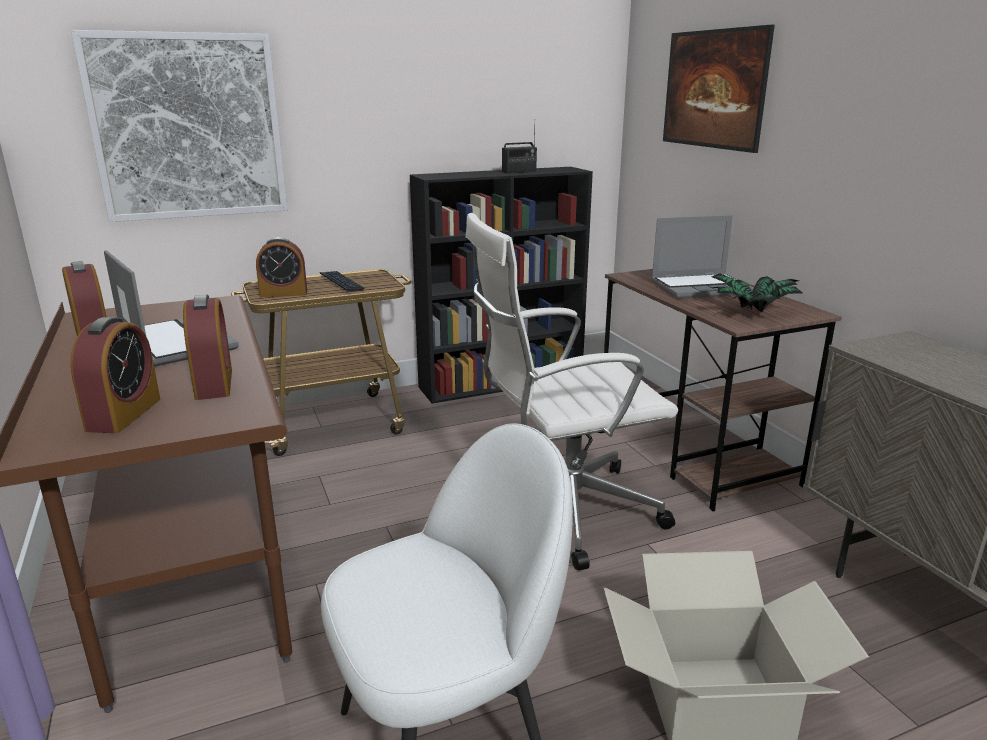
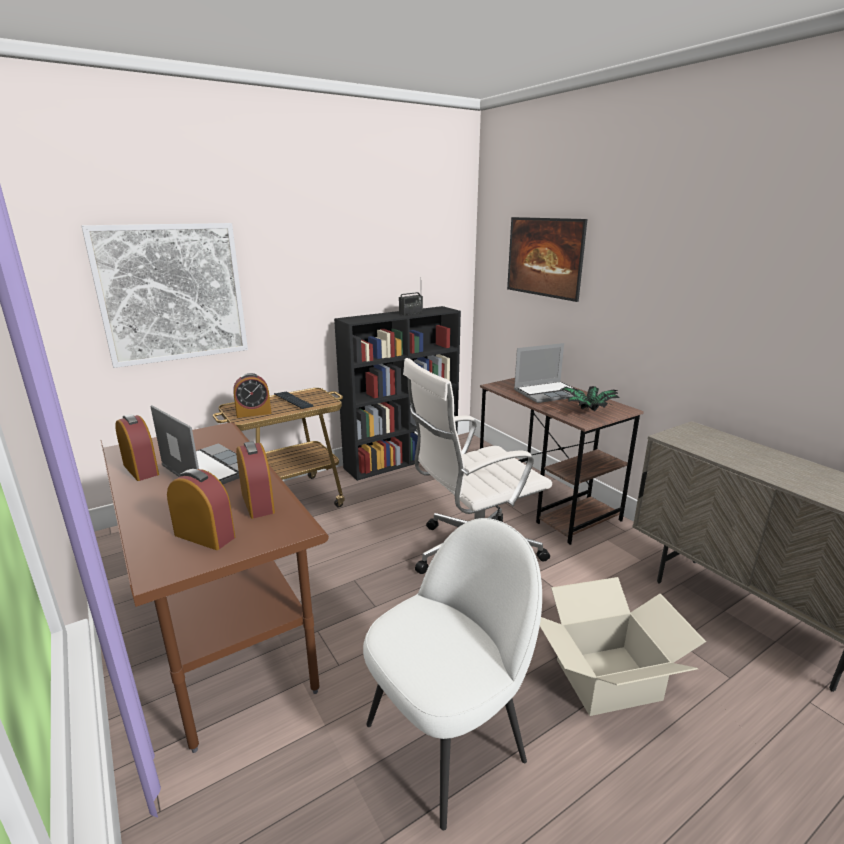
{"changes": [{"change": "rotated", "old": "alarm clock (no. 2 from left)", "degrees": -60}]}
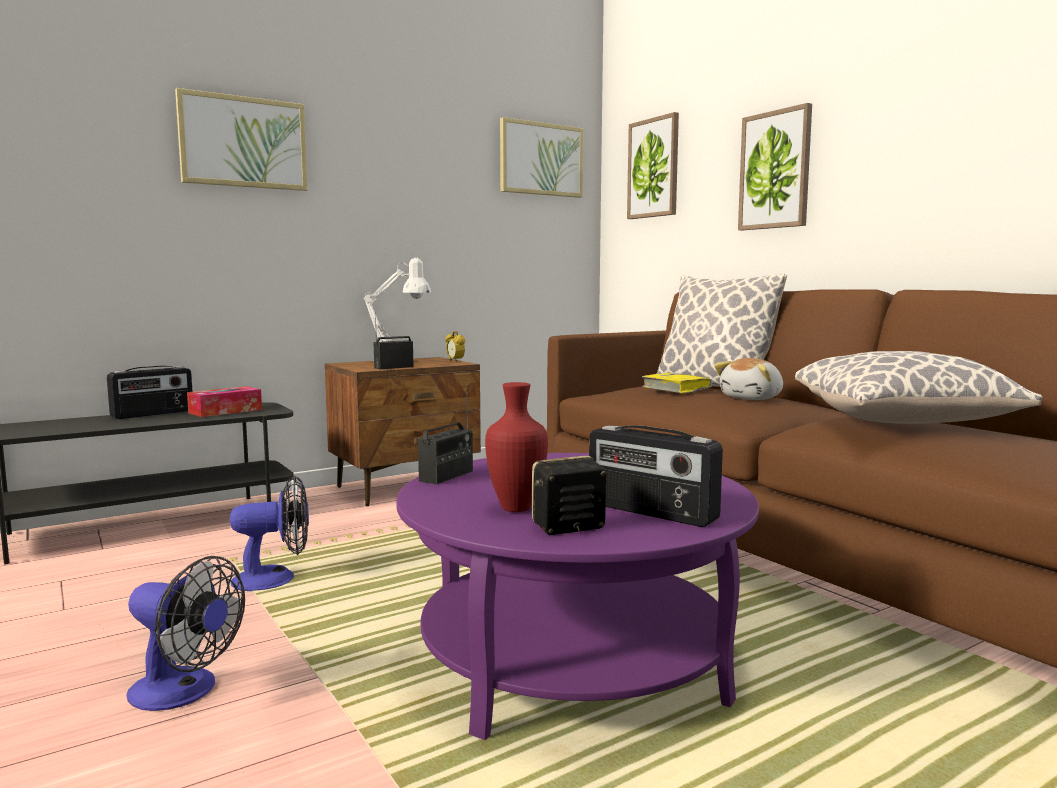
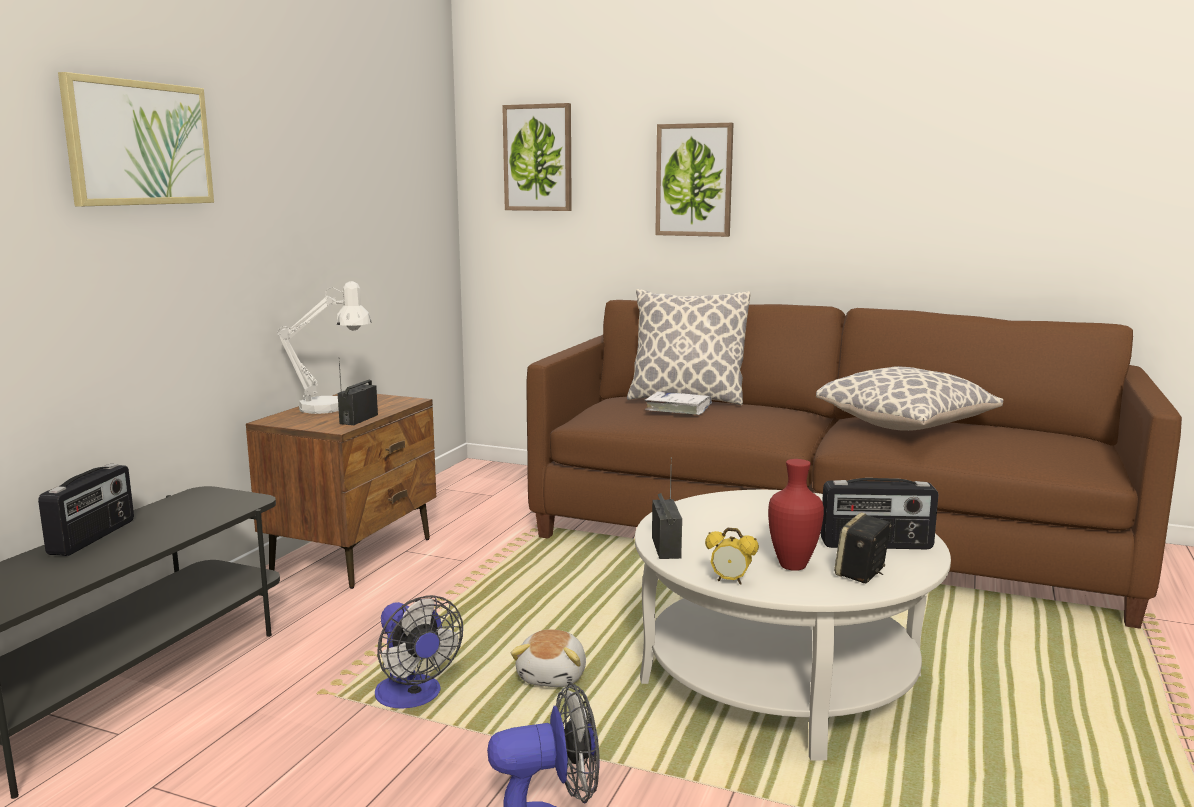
{"changes": [{"change": "gone", "old": "tissue box"}, {"change": "gone", "old": "picture (no. 2 from left)"}, {"change": "shifted", "old": "alarm clock"}, {"change": "shifted", "old": "plush toy"}, {"change": "repainted", "old": "coffee table (purple)", "new": "coffee table (white)"}, {"change": "repainted", "old": "book (yellow)", "new": "book (white)"}, {"change": "rotated", "old": "fan (no. 2 from left in the first image)", "degrees": 105}]}
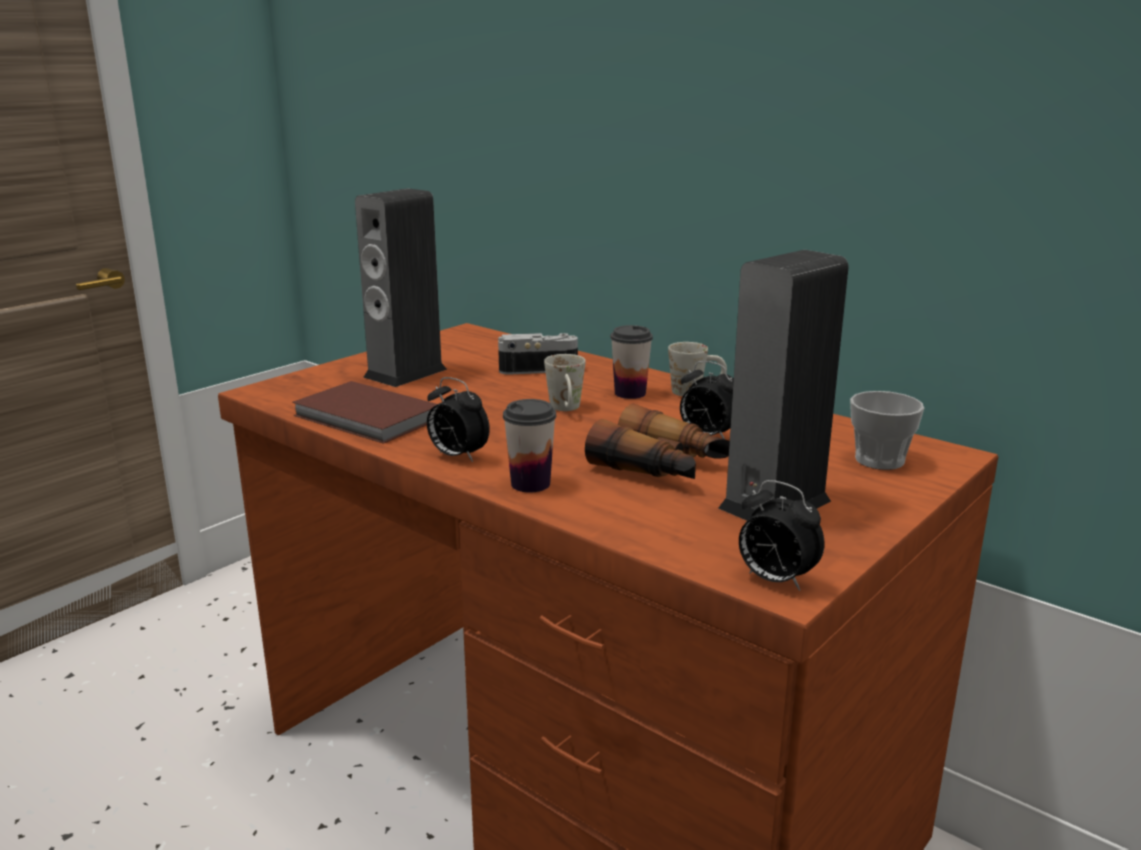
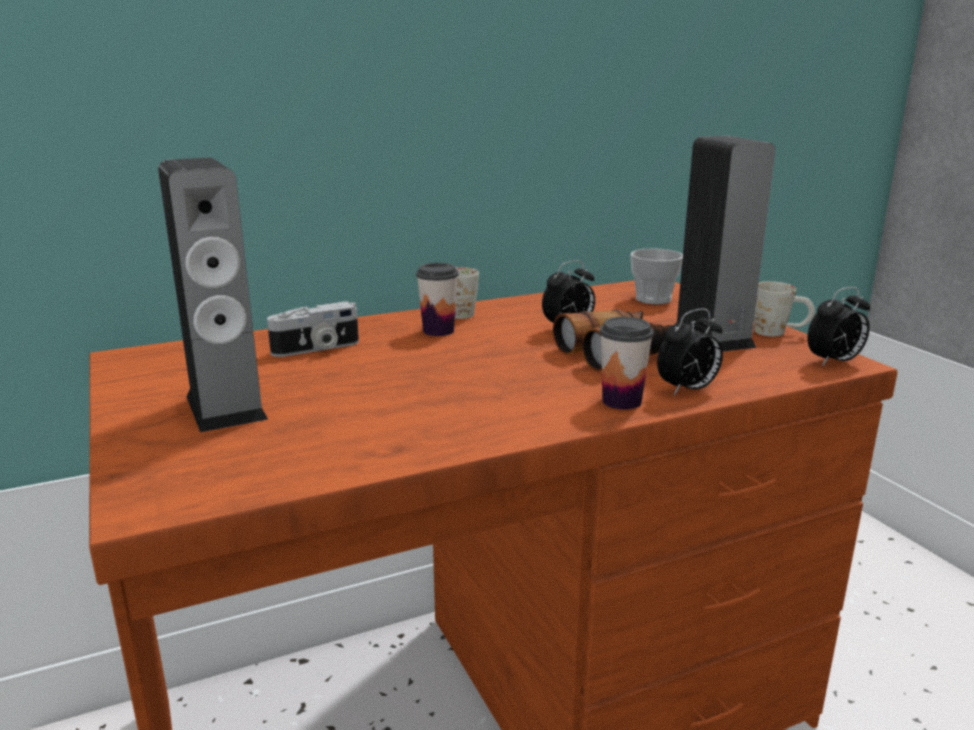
{"changes": [{"change": "gone", "old": "book (brown)"}, {"change": "shifted", "old": "alarm clock (no. 1 from left in the first image)", "new": "alarm clock (no. 2 from left)"}, {"change": "shifted", "old": "mug (white) (no. 1 from left in the first image)", "new": "mug (white) (no. 2 from left)"}, {"change": "rotated", "old": "photo camera", "degrees": -135}]}
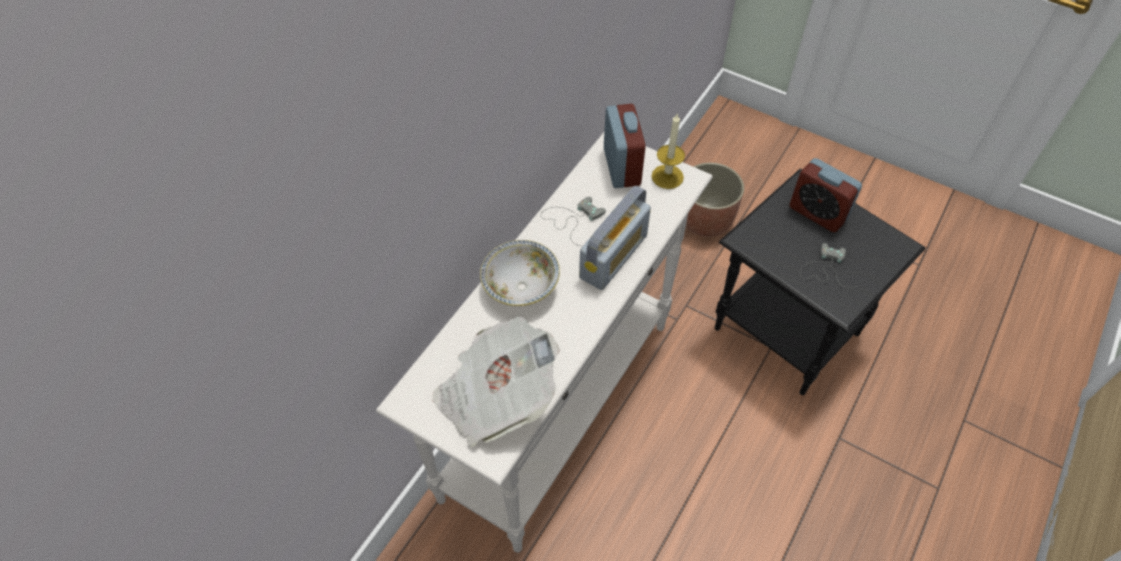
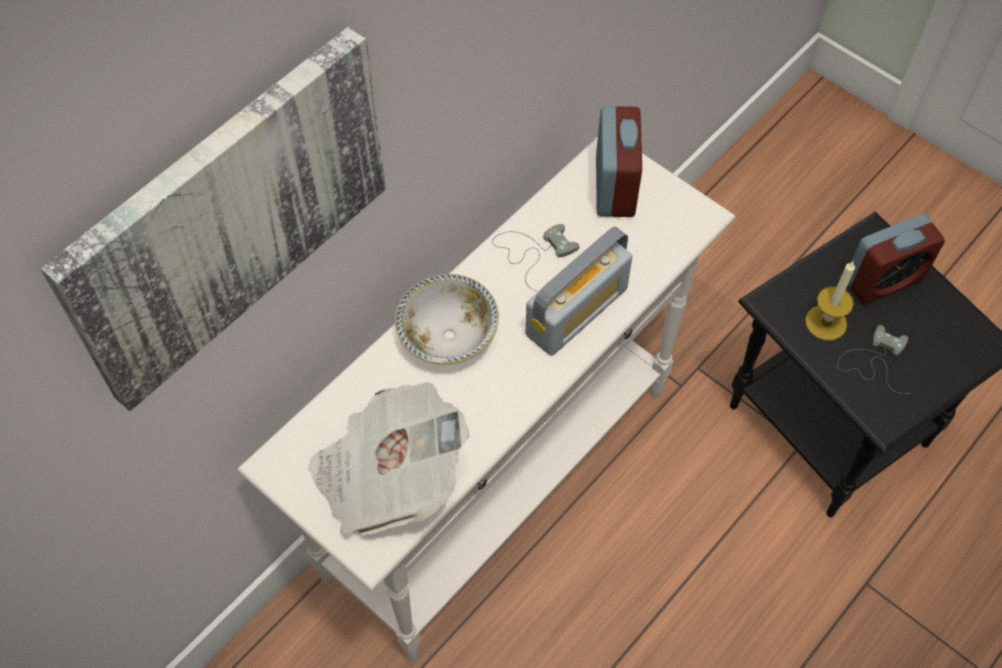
{"changes": [{"change": "gone", "old": "planter"}, {"change": "new", "new": "picture"}, {"change": "shifted", "old": "candle"}, {"change": "rotated", "old": "alarm clock (no. 2 from left)", "degrees": -75}]}
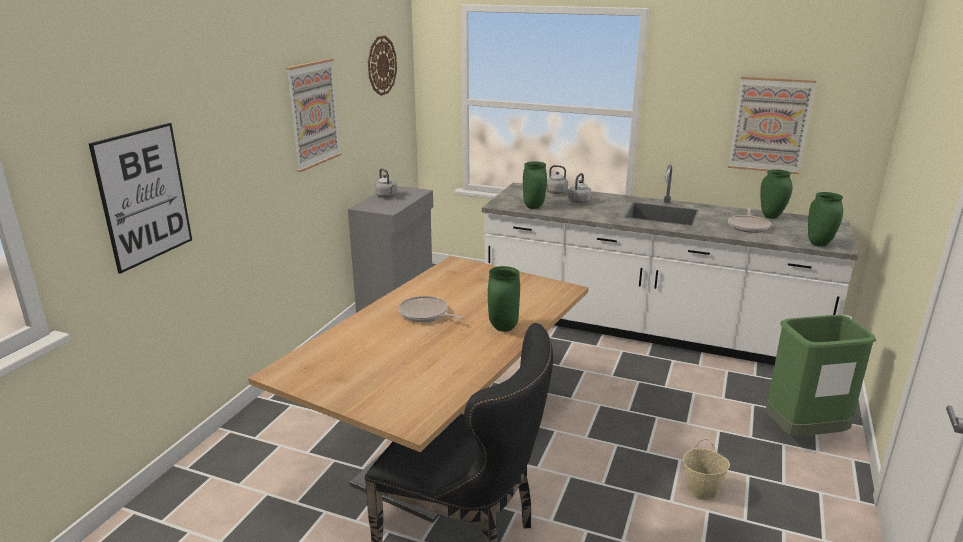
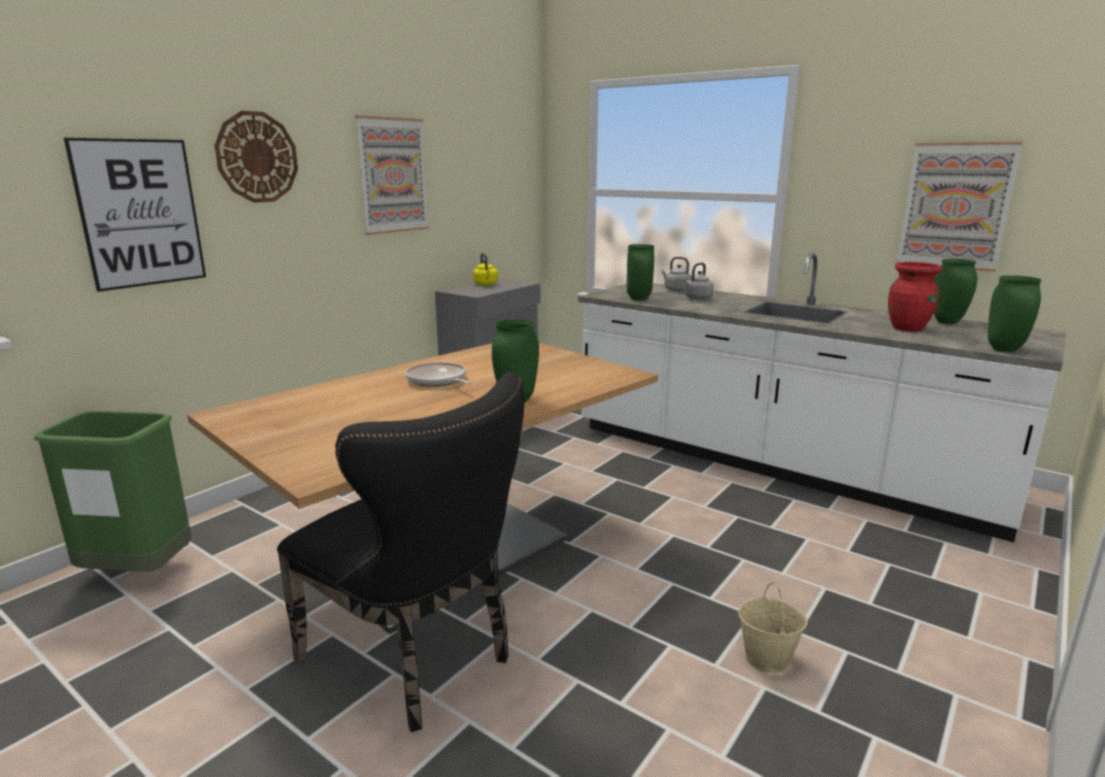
{"changes": [{"change": "shifted", "old": "wall clock"}, {"change": "shifted", "old": "trash can (green)"}, {"change": "swapped", "old": "frying pan (no. 2 from left)", "new": "vase (red)"}, {"change": "repainted", "old": "kettle (grey) (no. 1 from left)", "new": "kettle (yellow)"}]}
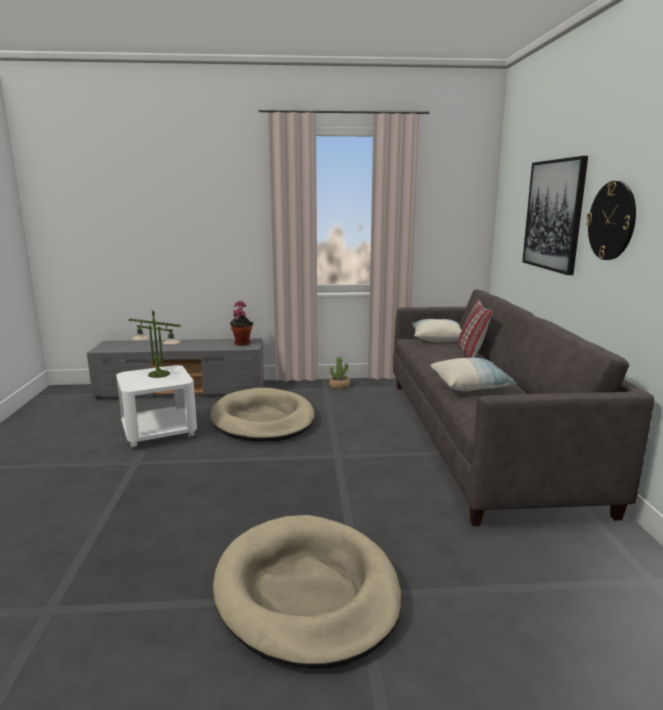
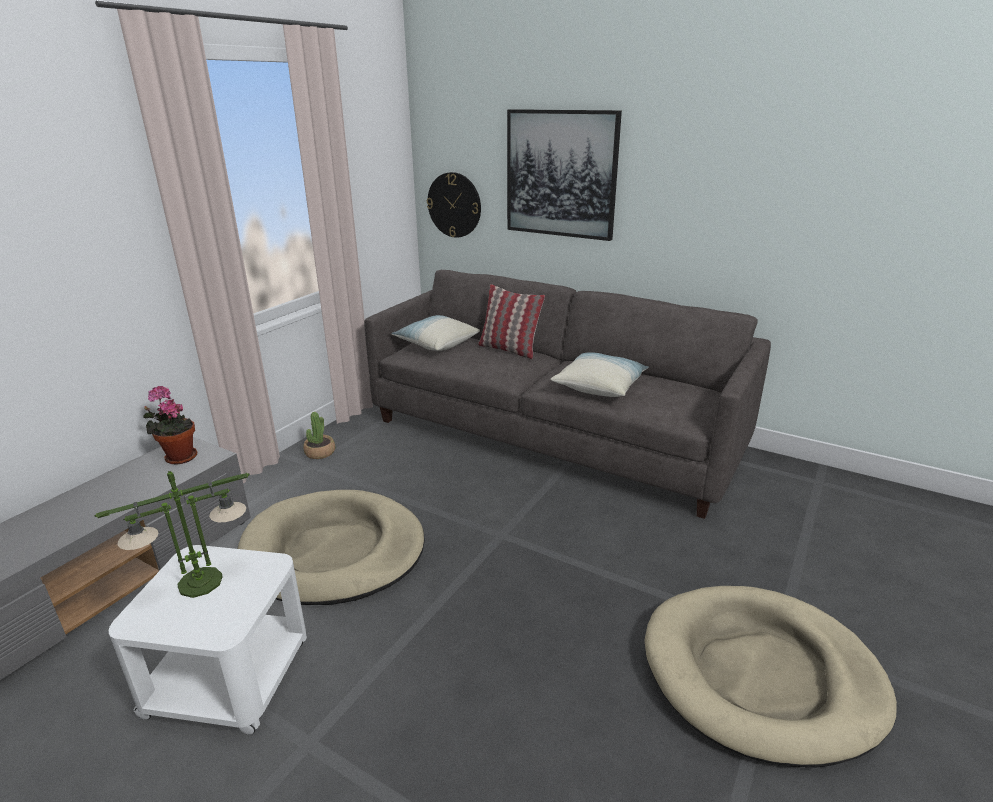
{"changes": [{"change": "shifted", "old": "wall clock"}]}
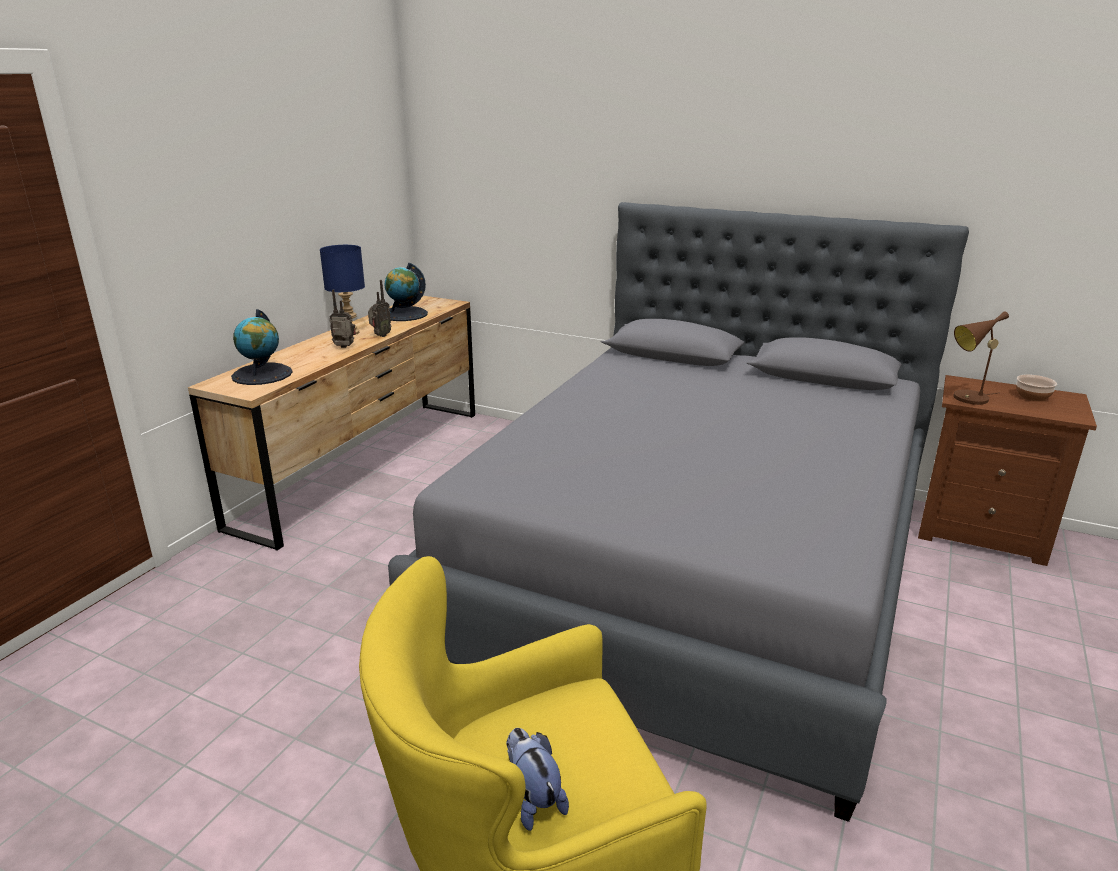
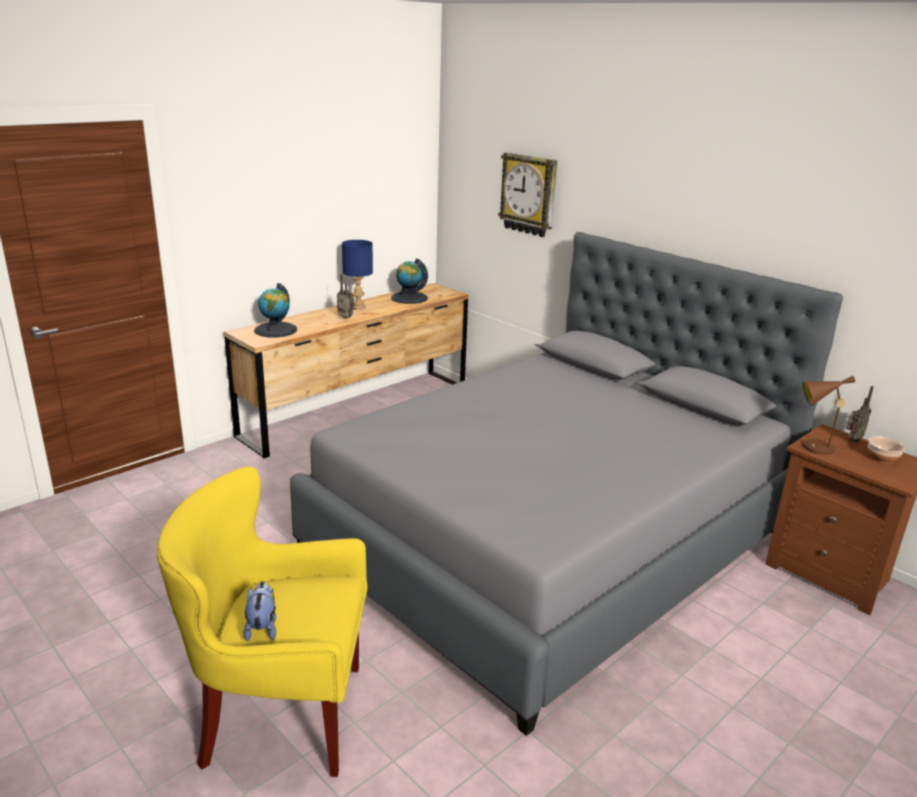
{"changes": [{"change": "new", "new": "wall clock"}, {"change": "shifted", "old": "radio (no. 2 from left)"}]}
